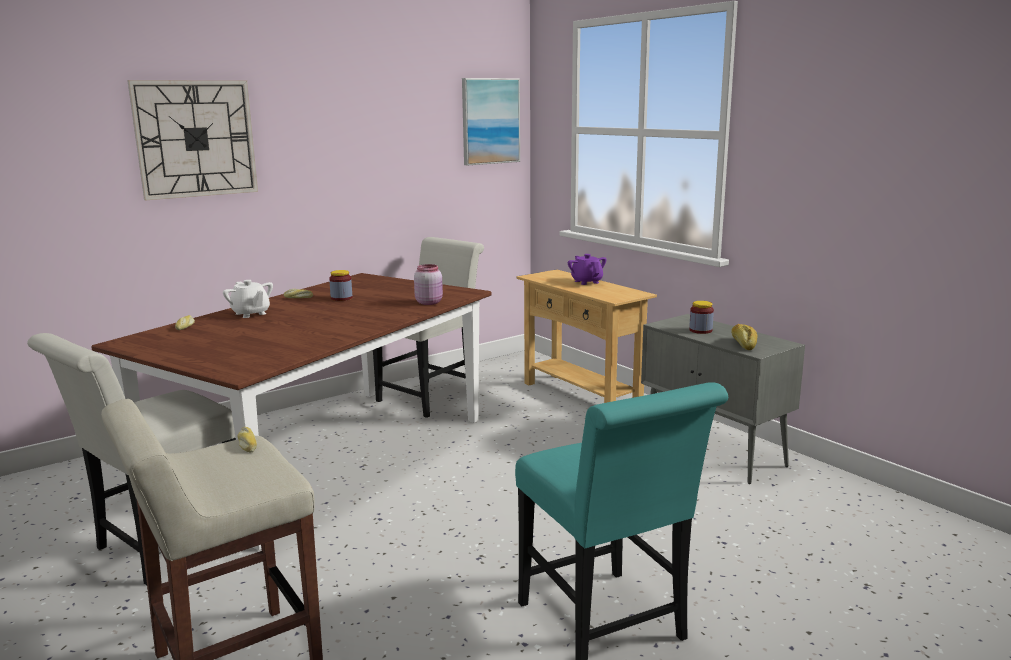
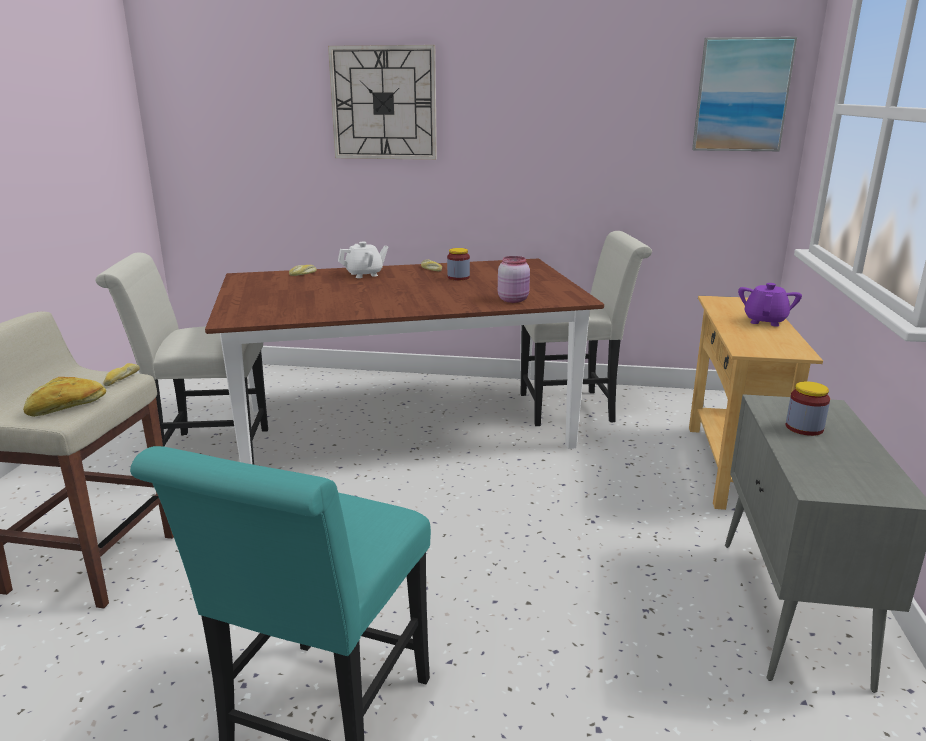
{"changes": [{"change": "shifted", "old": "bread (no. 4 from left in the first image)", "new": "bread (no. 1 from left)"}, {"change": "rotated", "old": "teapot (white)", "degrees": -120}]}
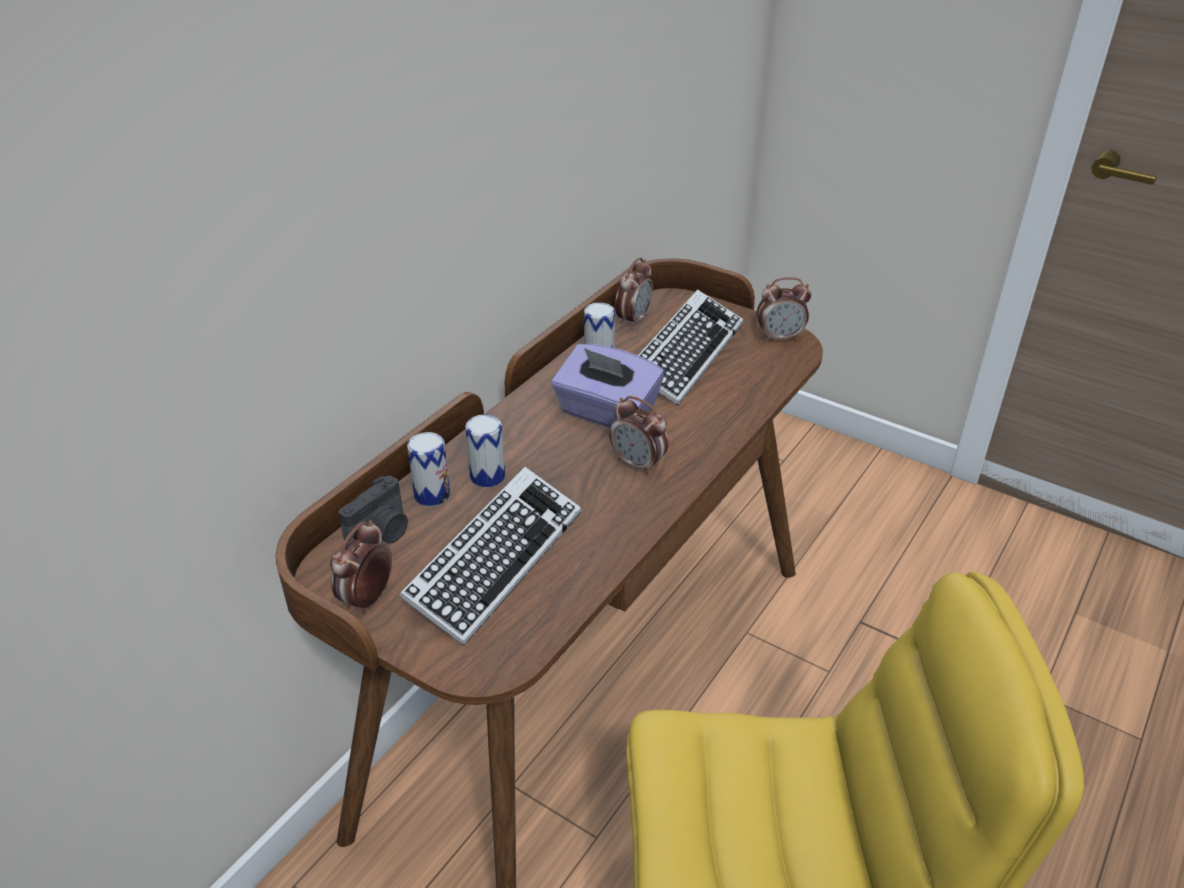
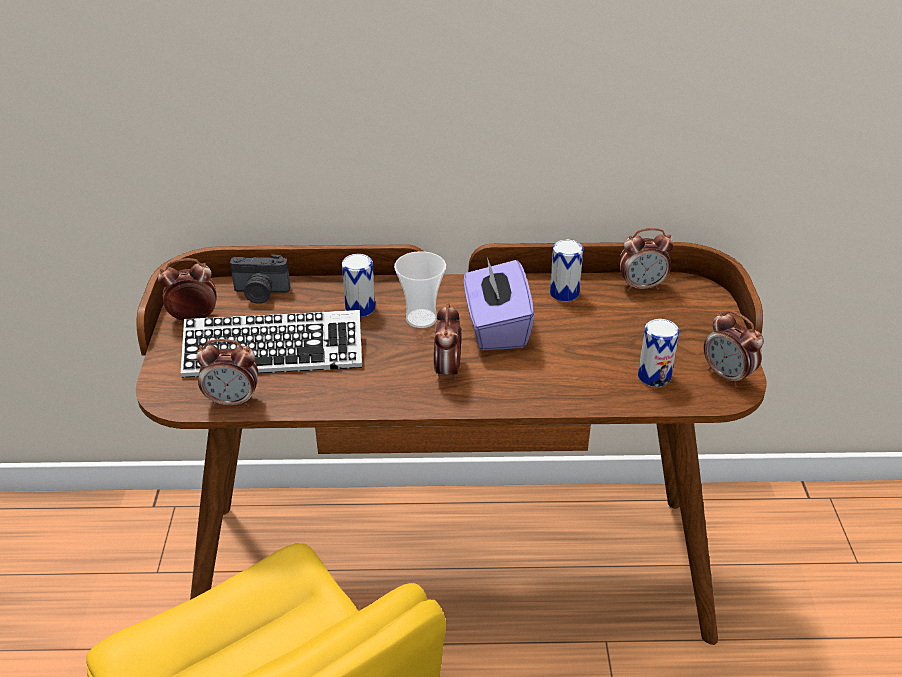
{"changes": [{"change": "gone", "old": "keyboard (no. 2 from left)"}, {"change": "new", "new": "alarm clock (no. 2 from left)"}, {"change": "new", "new": "cup"}, {"change": "shifted", "old": "can (no. 1 from left in the first image)", "new": "can (no. 3 from left)"}]}
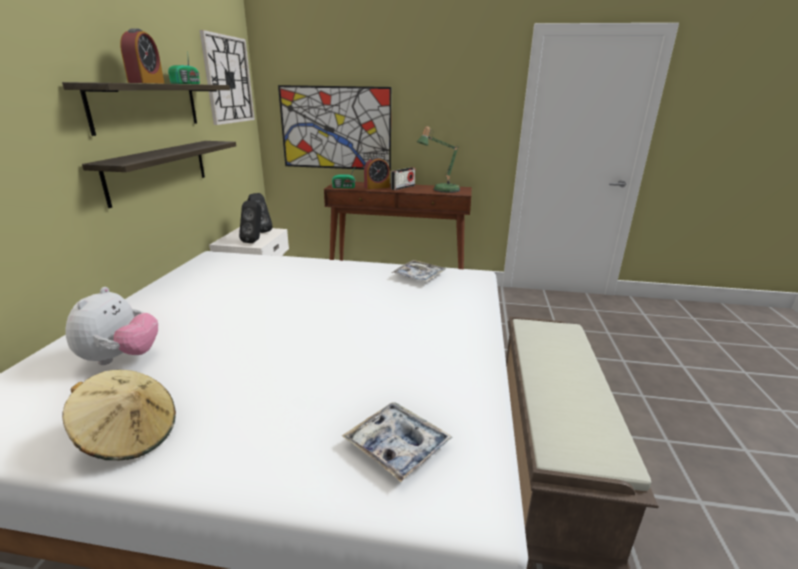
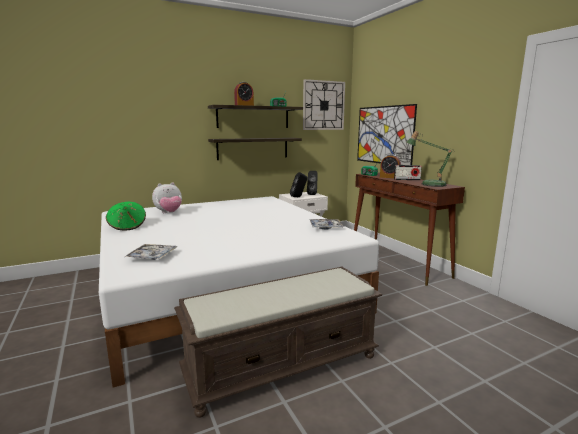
{"changes": [{"change": "repainted", "old": "hat (beige)", "new": "hat (green)"}]}
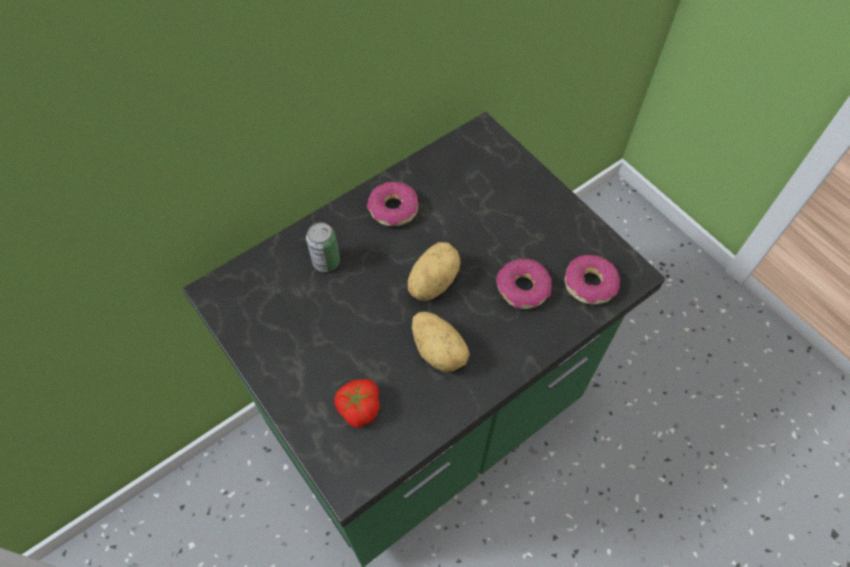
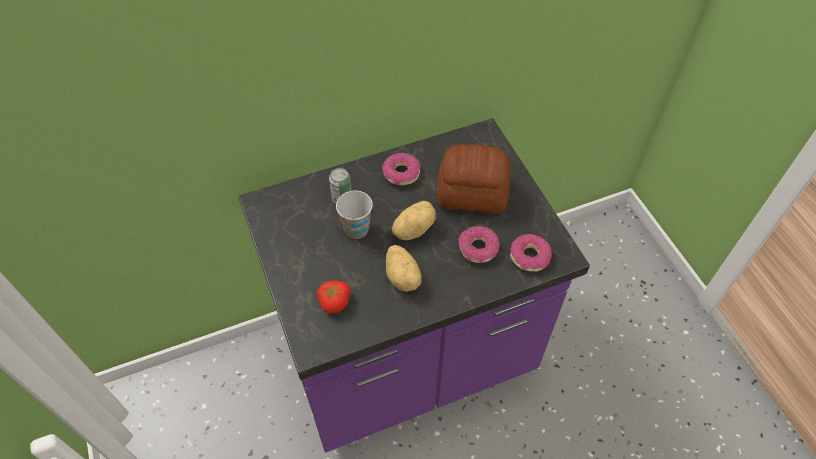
{"changes": [{"change": "new", "new": "cup"}, {"change": "new", "new": "bread"}, {"change": "repainted", "old": "counter (green)", "new": "counter (purple)"}]}
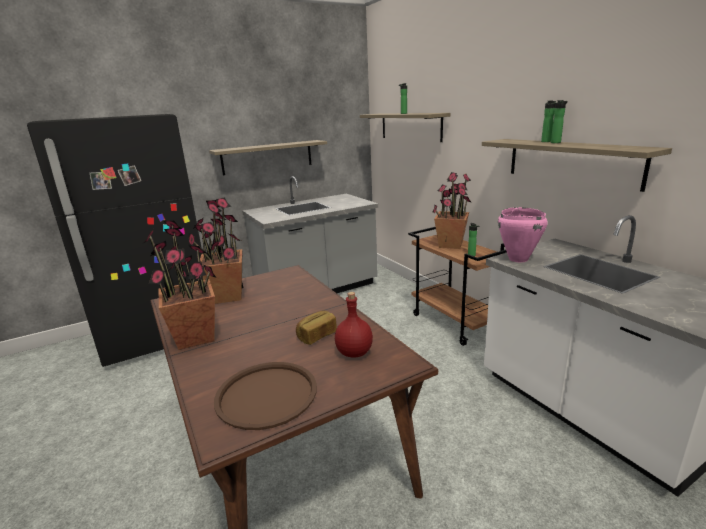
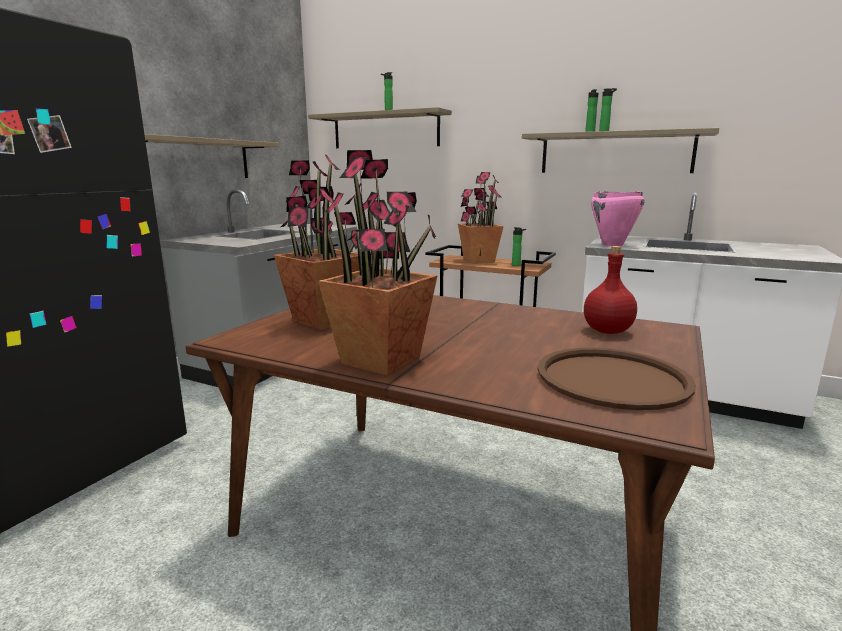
{"changes": [{"change": "gone", "old": "bread"}]}
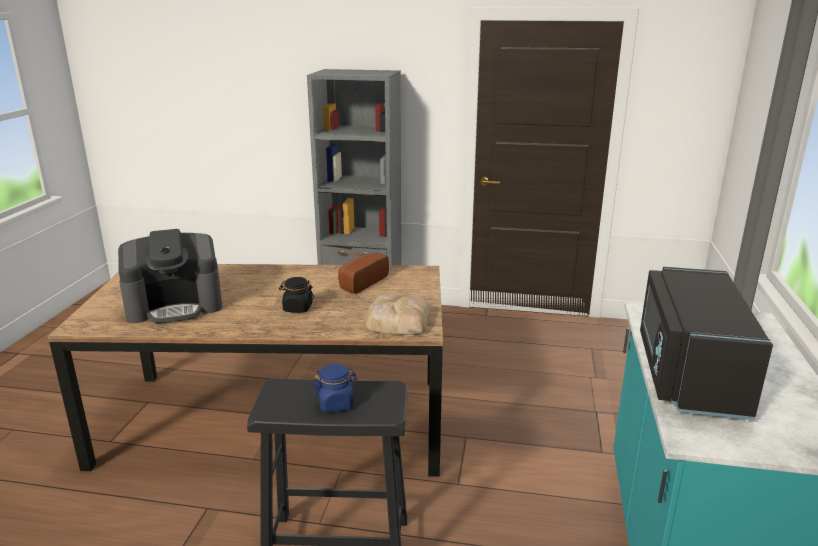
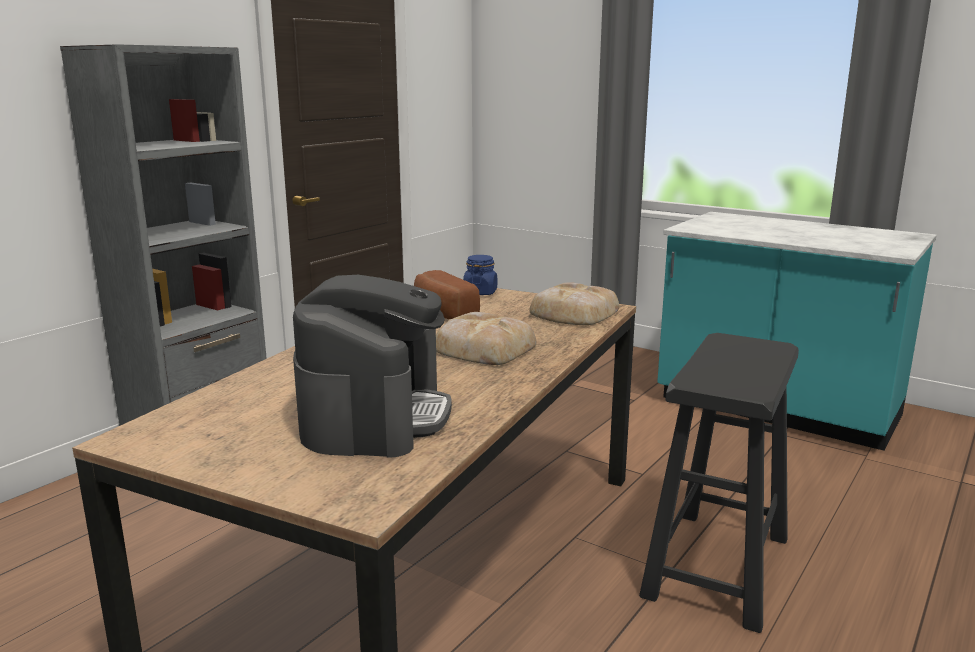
{"changes": [{"change": "gone", "old": "microwave (black)"}, {"change": "shifted", "old": "jar (blue)"}, {"change": "swapped", "old": "jar (black)", "new": "bread (no. 2 from left)"}]}
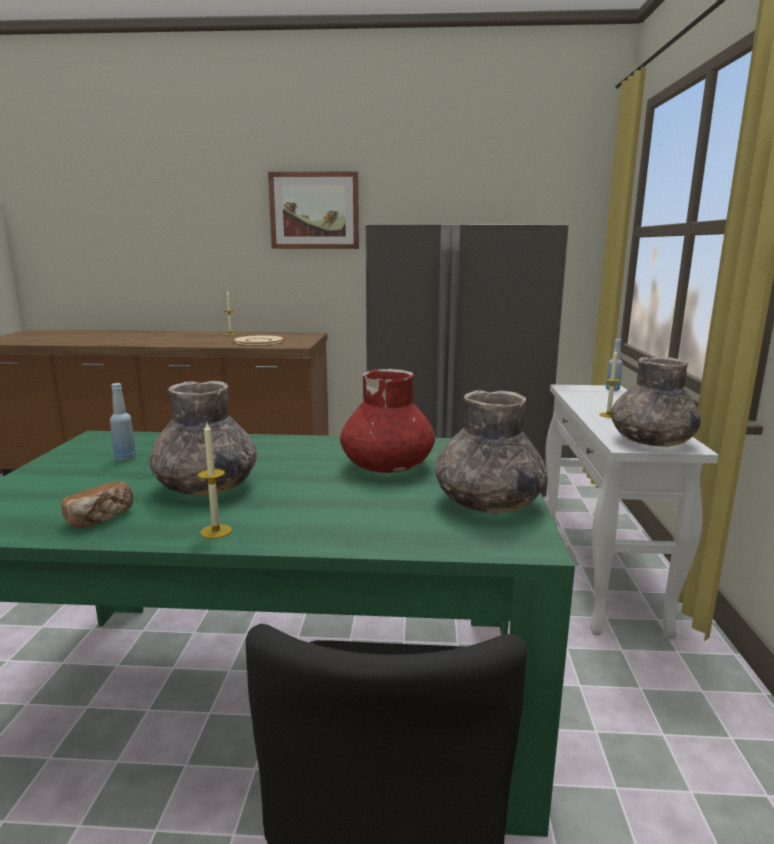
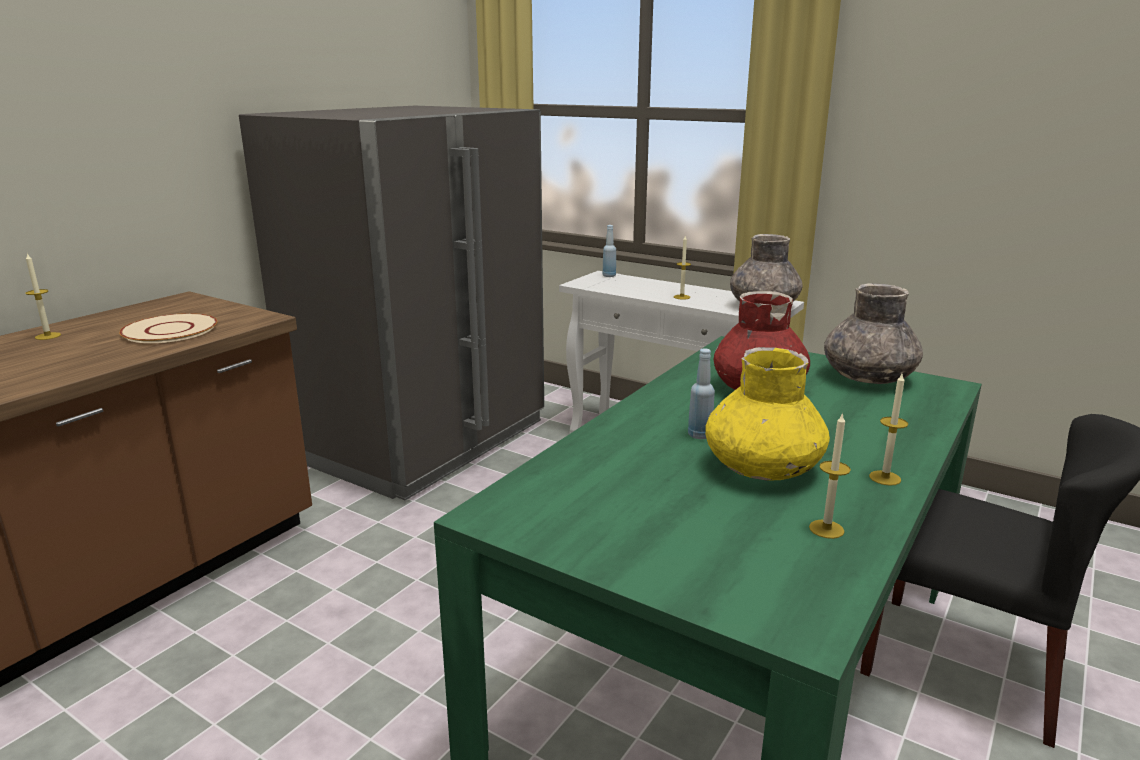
{"changes": [{"change": "gone", "old": "picture"}, {"change": "shifted", "old": "bottle (blue) (no. 1 from left in the first image)", "new": "bottle (blue) (no. 2 from left)"}, {"change": "swapped", "old": "bread", "new": "candle (no. 3 from left)"}, {"change": "repainted", "old": "vase (grey) (no. 1 from left)", "new": "vase (yellow)"}]}
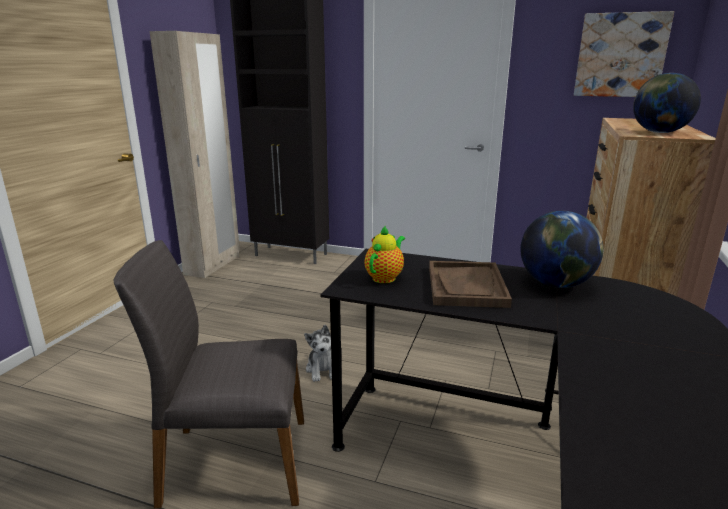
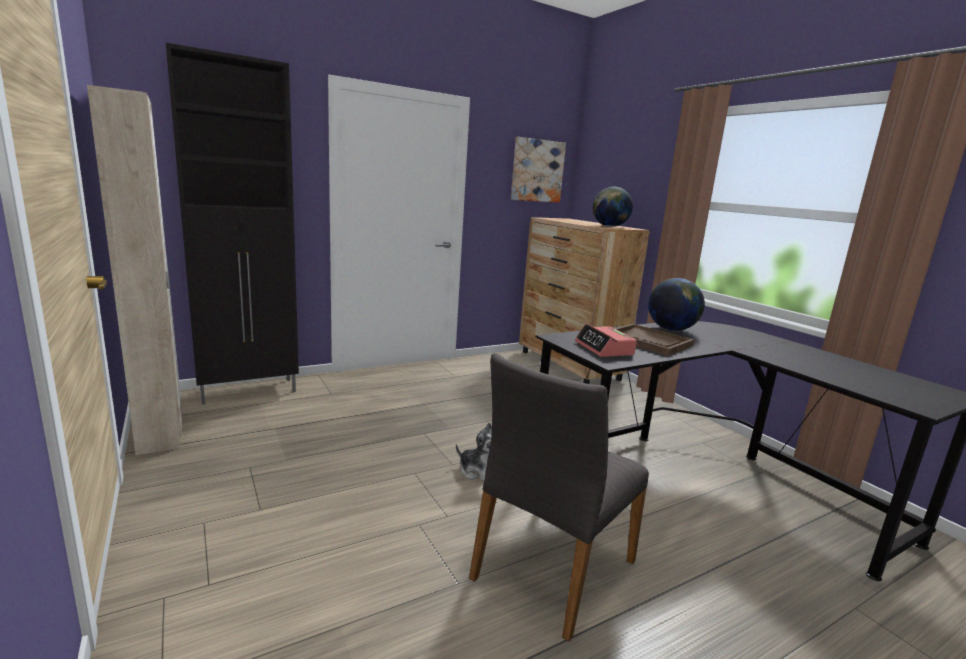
{"changes": [{"change": "swapped", "old": "teapot", "new": "alarm clock"}]}
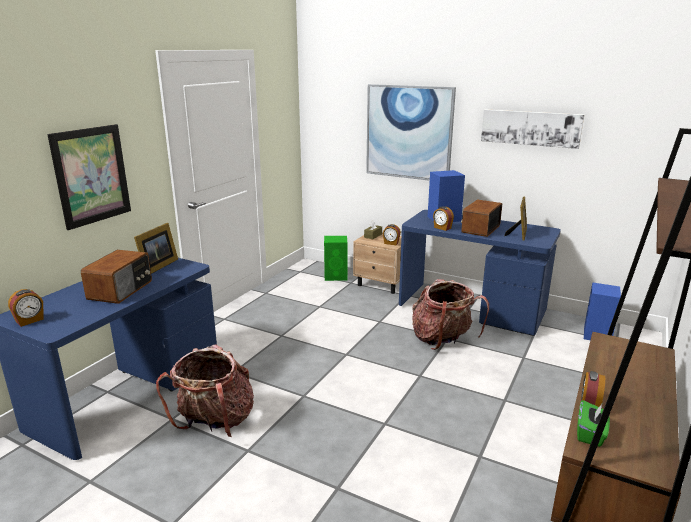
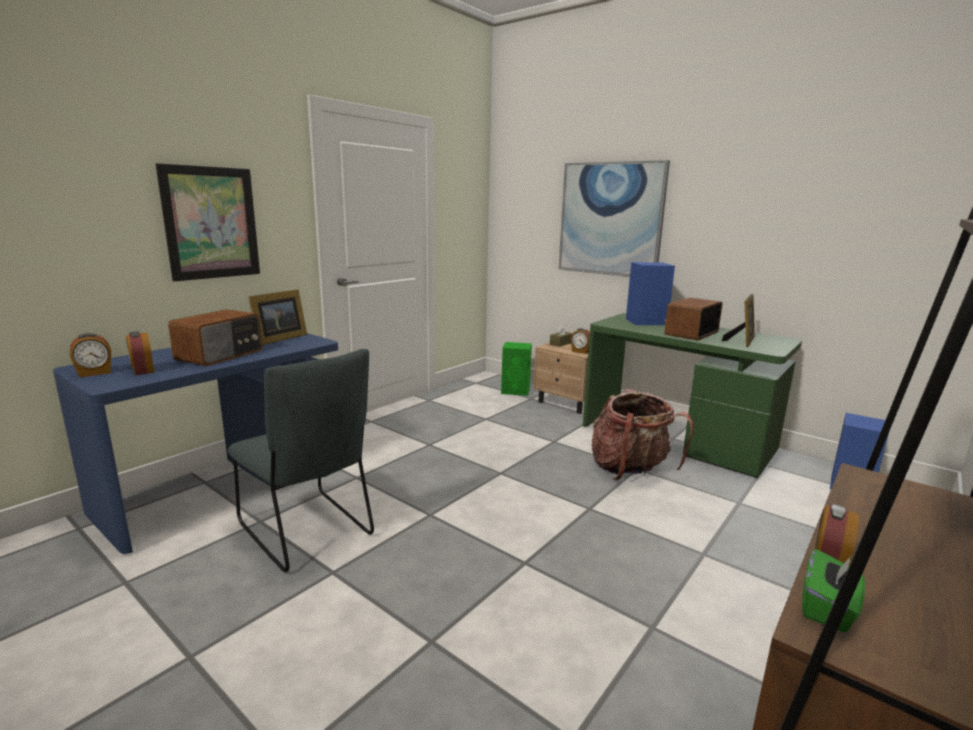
{"changes": [{"change": "gone", "old": "picture (no. 3 from left)"}, {"change": "shifted", "old": "alarm clock (no. 3 from left in the first image)", "new": "alarm clock (no. 2 from left)"}, {"change": "swapped", "old": "backpack (no. 1 from left)", "new": "chair (grey)"}, {"change": "repainted", "old": "desk (blue) (no. 2 from left)", "new": "desk (green)"}]}
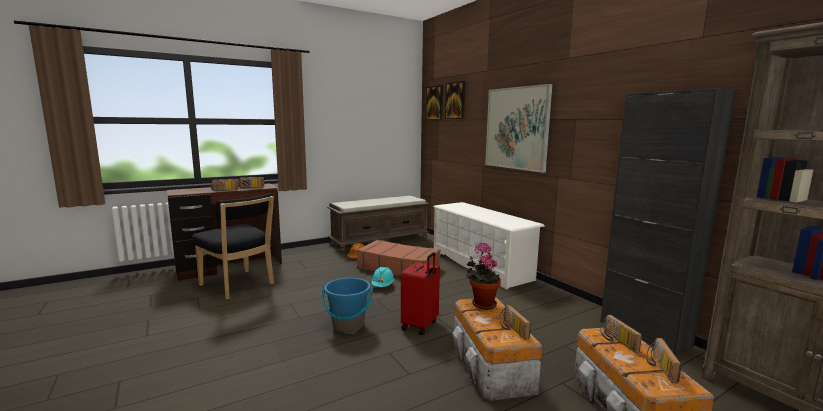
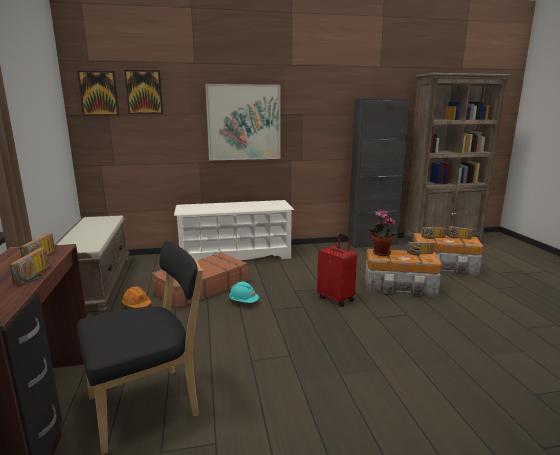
{"changes": [{"change": "gone", "old": "bucket (blue)"}]}
